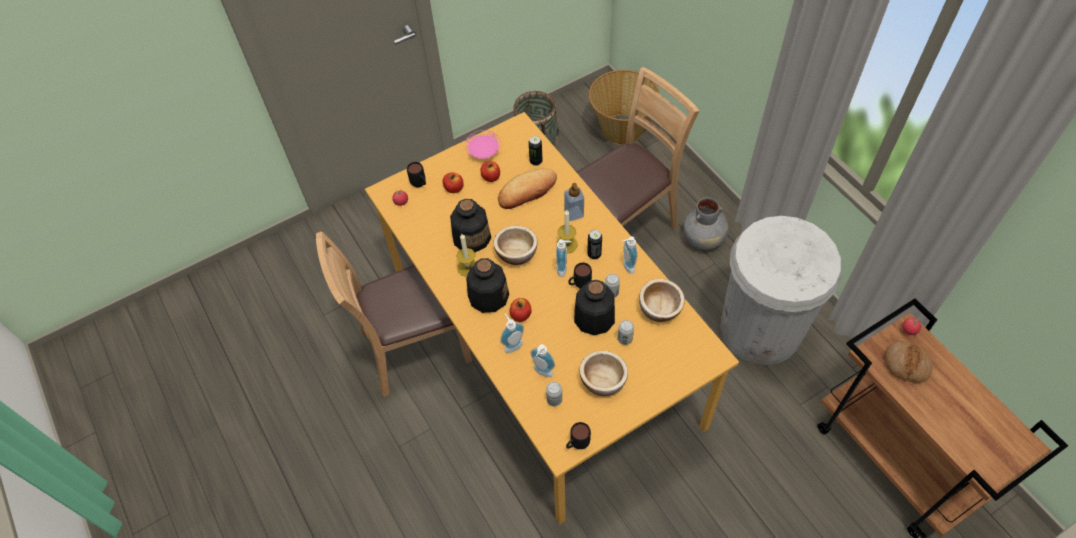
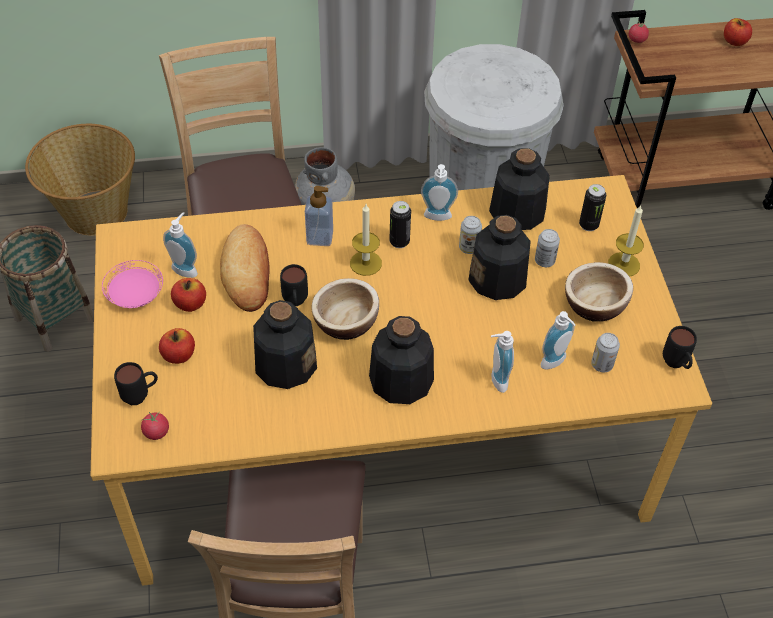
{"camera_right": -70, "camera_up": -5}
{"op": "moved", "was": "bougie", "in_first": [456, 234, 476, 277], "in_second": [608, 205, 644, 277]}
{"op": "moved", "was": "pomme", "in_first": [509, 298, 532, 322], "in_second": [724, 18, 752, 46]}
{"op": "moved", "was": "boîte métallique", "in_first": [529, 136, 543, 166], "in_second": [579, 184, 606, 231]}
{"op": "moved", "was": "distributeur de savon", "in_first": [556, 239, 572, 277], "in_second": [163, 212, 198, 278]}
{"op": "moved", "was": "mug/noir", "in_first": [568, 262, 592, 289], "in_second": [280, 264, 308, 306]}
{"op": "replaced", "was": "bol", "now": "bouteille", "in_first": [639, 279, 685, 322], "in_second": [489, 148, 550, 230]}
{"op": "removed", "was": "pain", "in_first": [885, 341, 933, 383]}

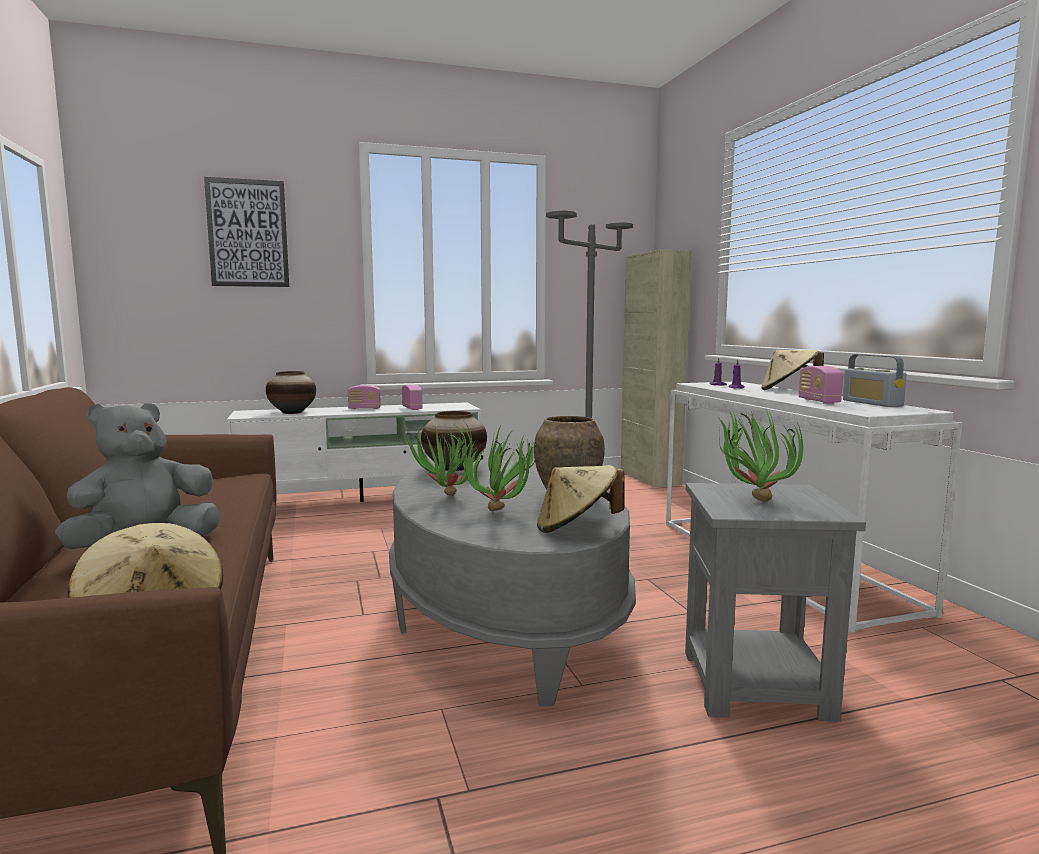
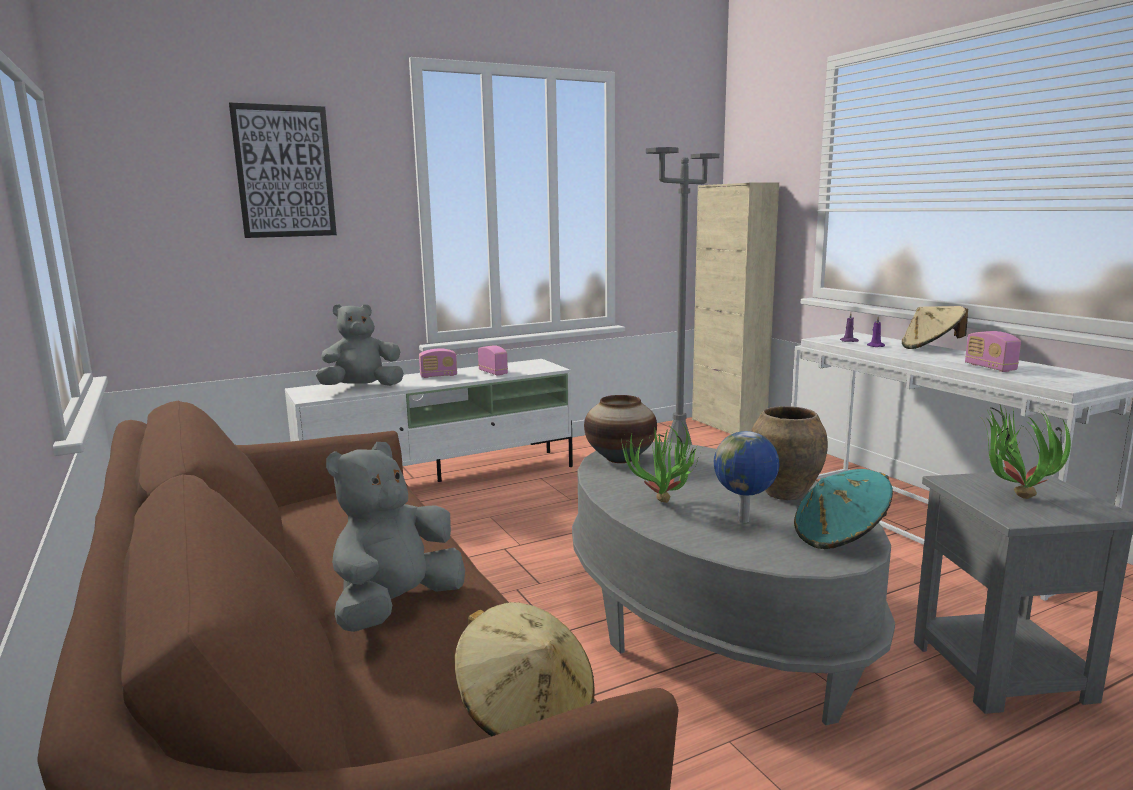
{"camera_right": -10, "camera_up": 5}
{"op": "replaced", "was": "vase", "now": "peluche/gris", "in_first": [266, 371, 316, 414], "in_second": [316, 304, 404, 386]}
{"op": "replaced", "was": "plante en pot", "now": "globe", "in_first": [465, 426, 537, 511], "in_second": [714, 431, 779, 523]}
{"op": "recoloured", "was": "chapeau/beige", "now": "chapeau/turquoise", "in_first": [537, 465, 625, 533], "in_second": [794, 469, 893, 549]}
{"op": "removed", "was": "radio", "in_first": [843, 354, 907, 407]}

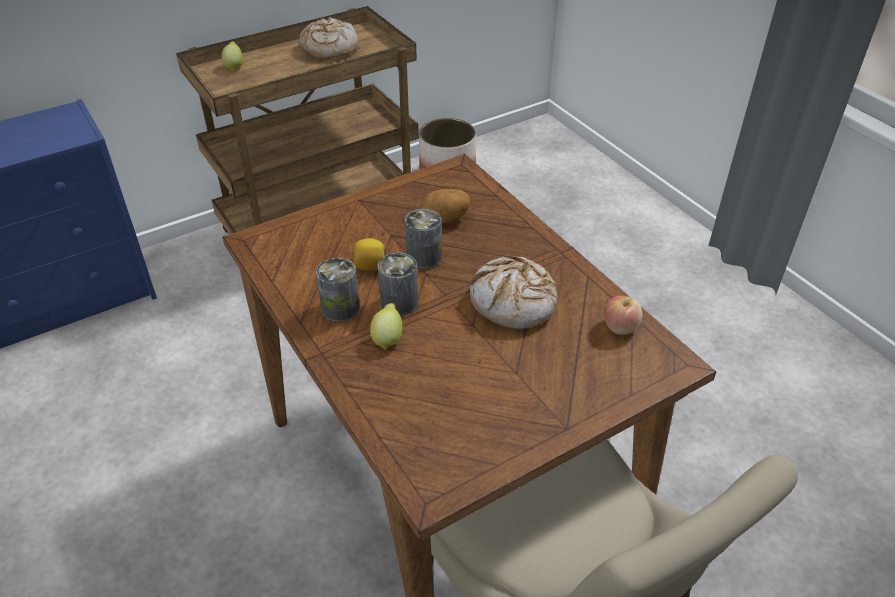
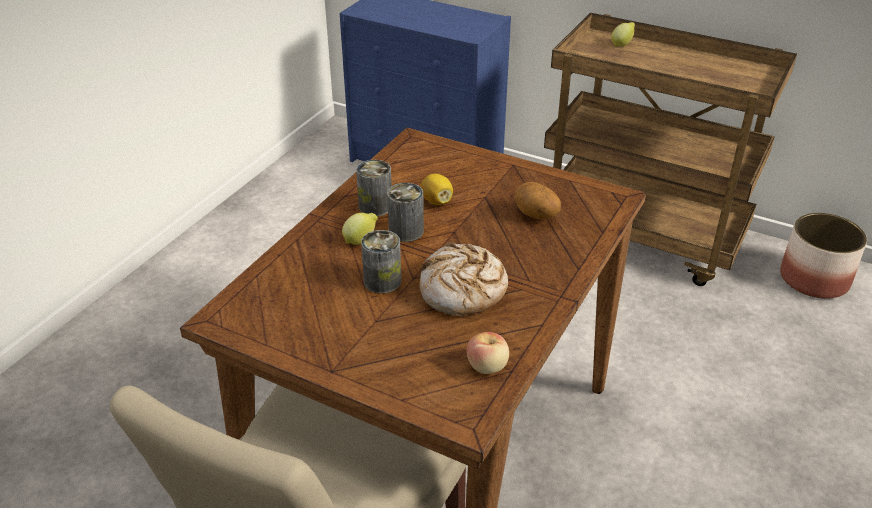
{"camera_right": 60, "camera_up": -5}
{"op": "removed", "was": "pain", "in_first": [299, 17, 359, 59]}
{"op": "moved", "was": "boîte métallique", "in_first": [405, 209, 442, 269], "in_second": [361, 230, 401, 294]}

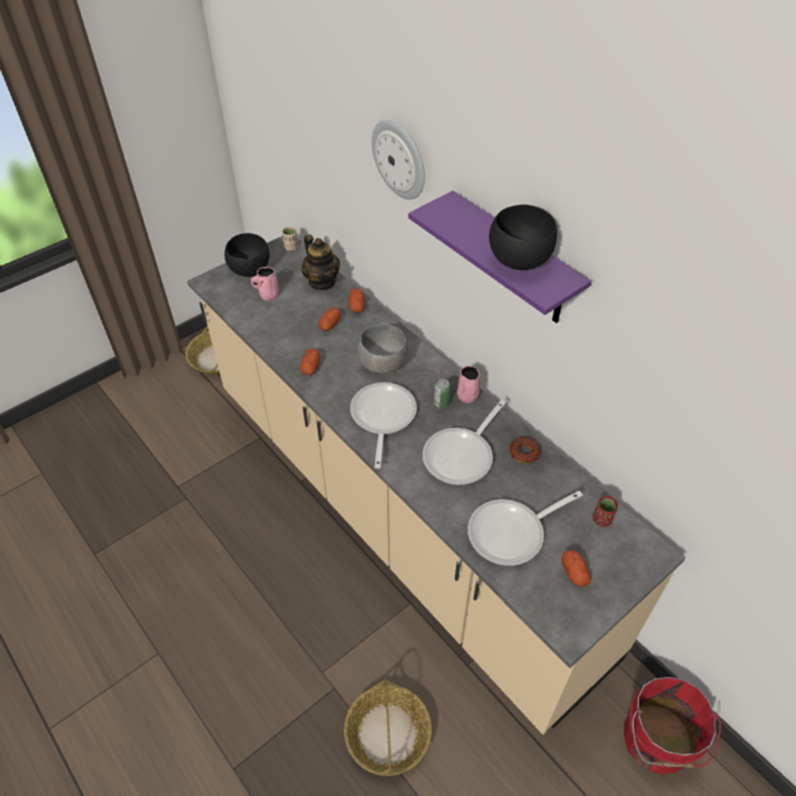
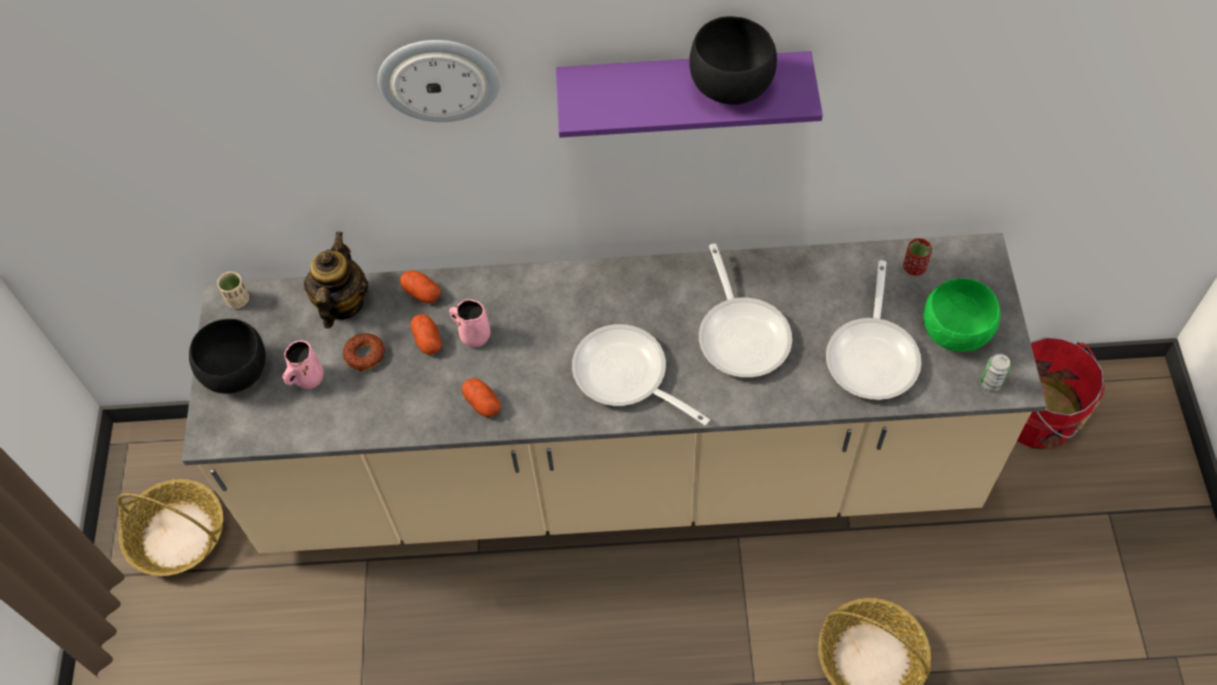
{"camera_right": -50, "camera_up": 10}
{"op": "turned", "was": "théière", "in_first": [302, 234, 340, 290], "in_second": [304, 232, 369, 328], "clockwise": -90}
{"op": "removed", "was": "bol/gris", "in_first": [357, 324, 408, 374]}
{"op": "moved", "was": "boîte métallique", "in_first": [434, 379, 451, 408], "in_second": [980, 354, 1011, 392]}
{"op": "moved", "was": "mug/rose", "in_first": [457, 365, 480, 403], "in_second": [449, 299, 491, 347]}
{"op": "moved", "was": "beignet", "in_first": [509, 437, 541, 463], "in_second": [343, 333, 385, 371]}
{"op": "replaced", "was": "pomme de terre", "now": "bol/vert", "in_first": [562, 550, 591, 587], "in_second": [924, 279, 1000, 352]}

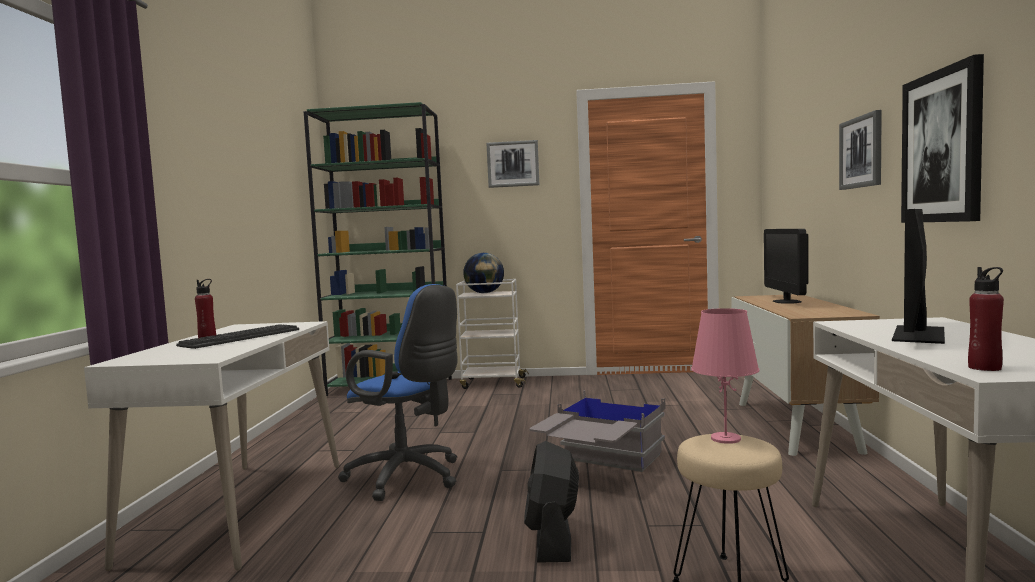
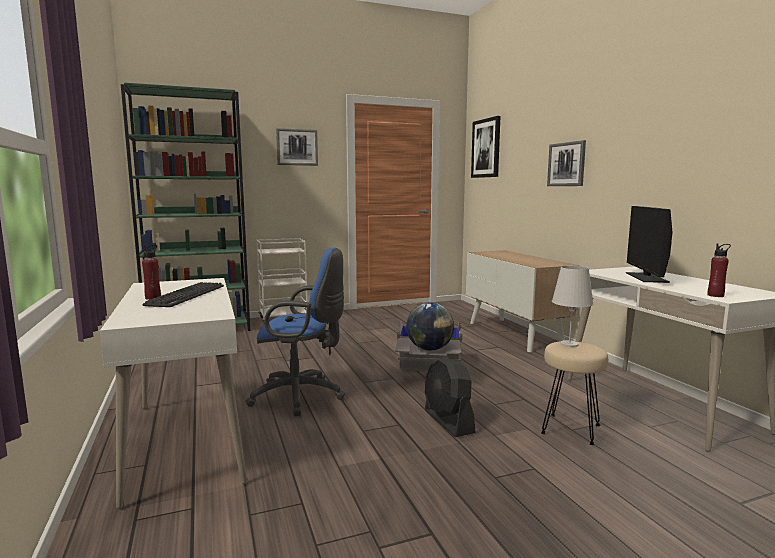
{"camera_right": -25, "camera_up": 5}
{"op": "moved", "was": "globe", "in_first": [463, 253, 504, 293], "in_second": [406, 302, 454, 350]}
{"op": "recoloured", "was": "lampe de table/rose", "now": "lampe de table/blanc", "in_first": [691, 308, 759, 444], "in_second": [552, 265, 594, 347]}
{"op": "removed", "was": "écran d'ordinateur", "in_first": [764, 229, 808, 304]}
{"op": "moved", "was": "tableau", "in_first": [901, 54, 984, 223], "in_second": [471, 116, 501, 178]}

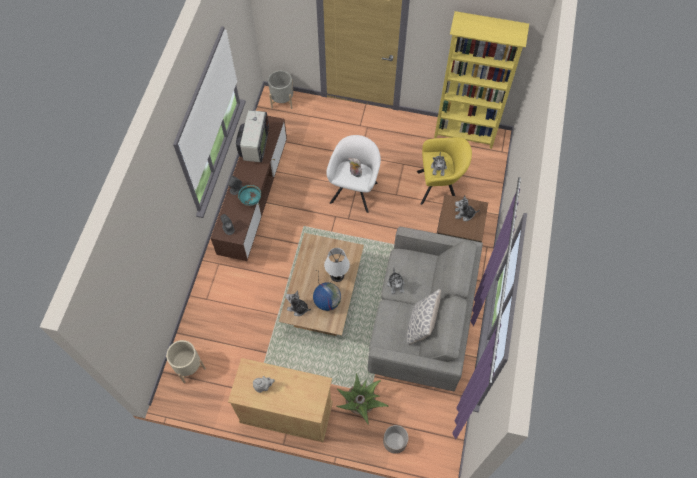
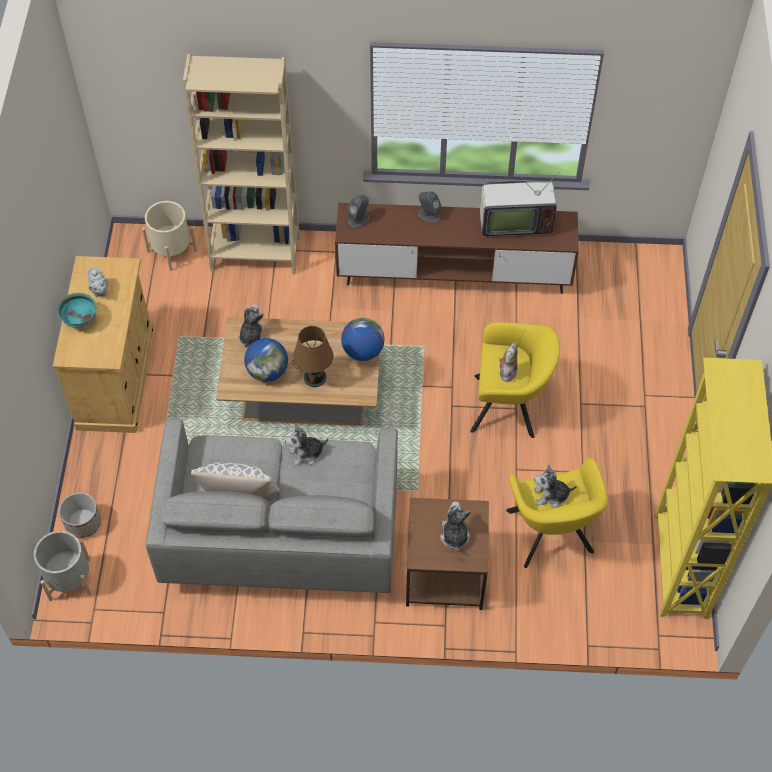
{"camera_right": 80, "camera_up": -5}
{"op": "moved", "was": "bol/turquoise", "in_first": [238, 185, 261, 206], "in_second": [58, 293, 96, 328]}
{"op": "moved", "was": "cache-pot/gris", "in_first": [268, 70, 294, 109], "in_second": [34, 531, 92, 601]}
{"op": "recoloured", "was": "lampe de table/blanc", "now": "lampe de table/marron", "in_first": [316, 248, 350, 283], "in_second": [292, 326, 333, 387]}
{"op": "recoloured", "was": "fauteuil/blanc", "now": "fauteuil/jaune", "in_first": [326, 135, 381, 213], "in_second": [470, 322, 560, 438]}
{"op": "removed", "was": "plante en pot", "in_first": [336, 373, 388, 425]}
{"op": "added", "now": "bibliothèque/beige", "in_second": [183, 54, 300, 274]}
{"op": "added", "now": "globe", "in_second": [341, 318, 385, 361]}

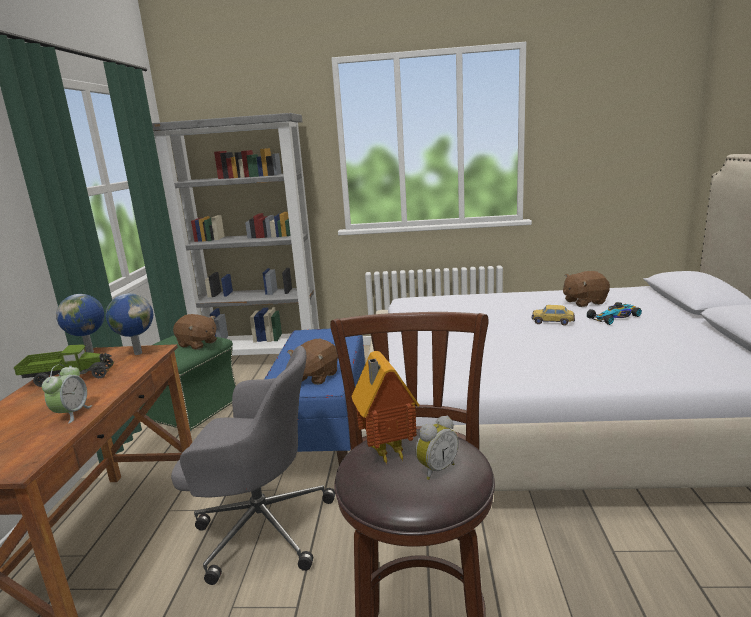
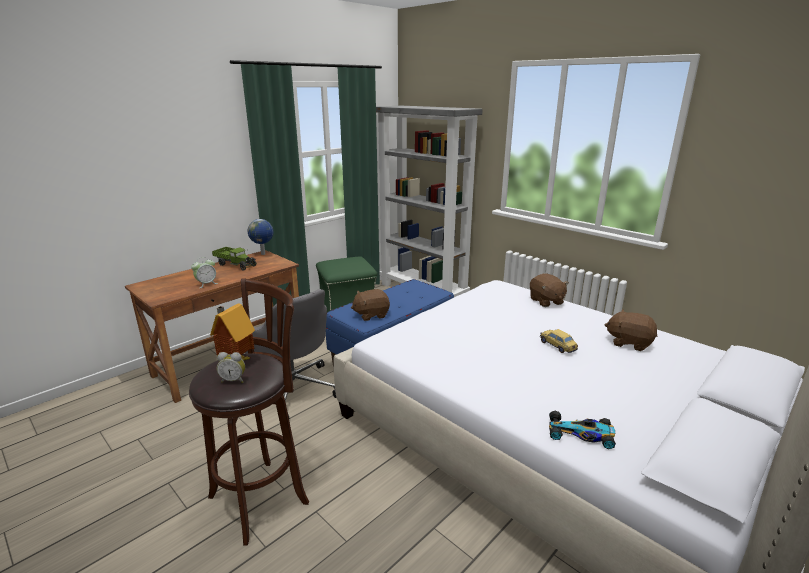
{"camera_right": 40, "camera_up": 5}
{"op": "removed", "was": "globe", "in_first": [106, 293, 153, 355]}
{"op": "moved", "was": "peluche/marron", "in_first": [173, 314, 217, 350], "in_second": [530, 273, 569, 307]}
{"op": "moved", "was": "petite voiture", "in_first": [587, 302, 642, 325], "in_second": [549, 411, 616, 449]}

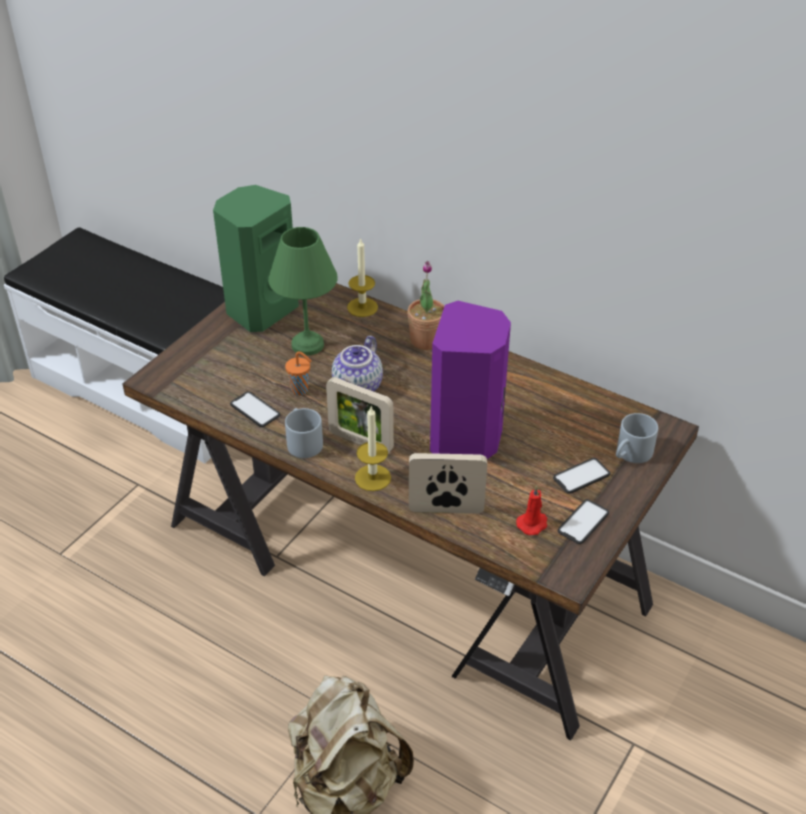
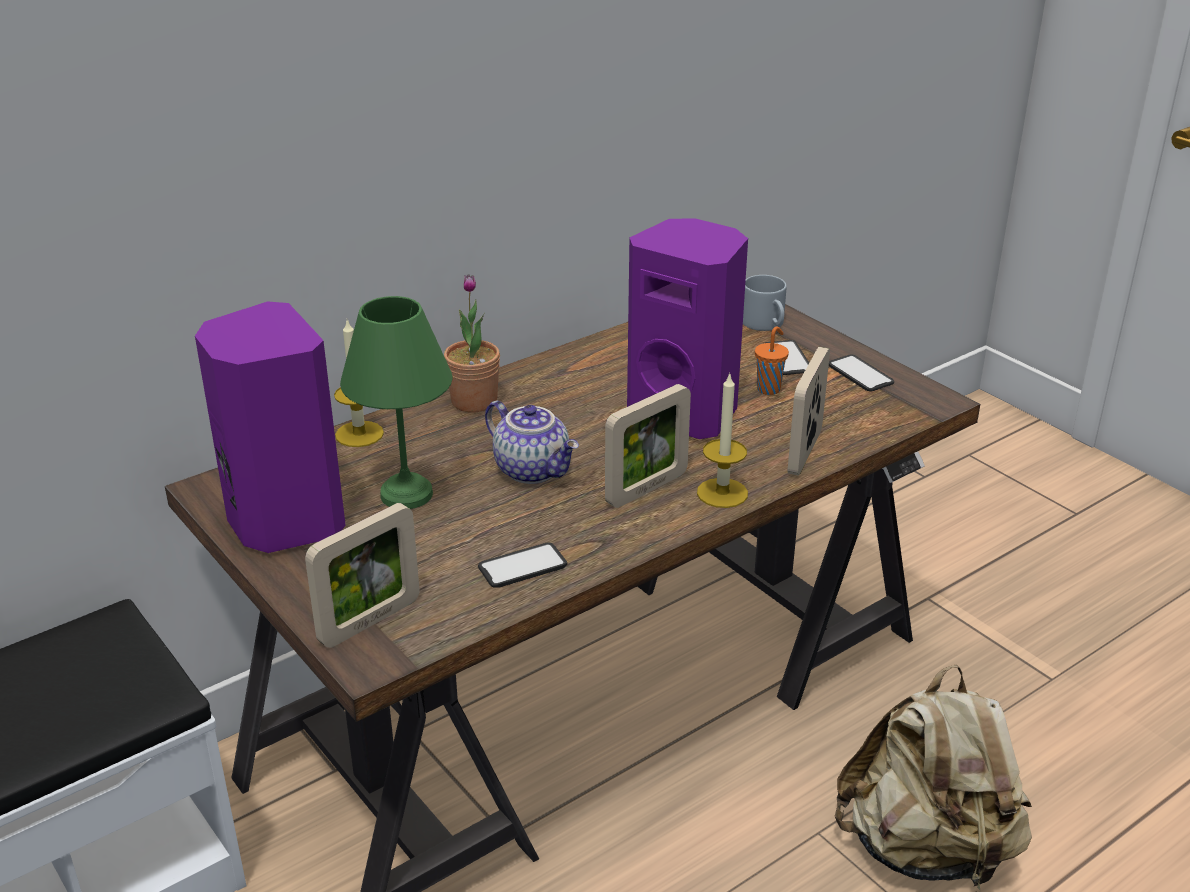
{"camera_right": -70, "camera_up": -10}
{"op": "recoloured", "was": "enceinte/vert", "now": "enceinte/violet", "in_first": [213, 185, 299, 332], "in_second": [195, 301, 346, 553]}
{"op": "moved", "was": "tasse/orange", "in_first": [285, 351, 311, 395], "in_second": [755, 326, 789, 395]}
{"op": "removed", "was": "mug/gris", "in_first": [285, 408, 323, 458]}
{"op": "removed", "was": "bougie/rouge", "in_first": [516, 485, 547, 535]}
{"op": "added", "now": "cadre photo", "in_second": [305, 503, 420, 648]}

